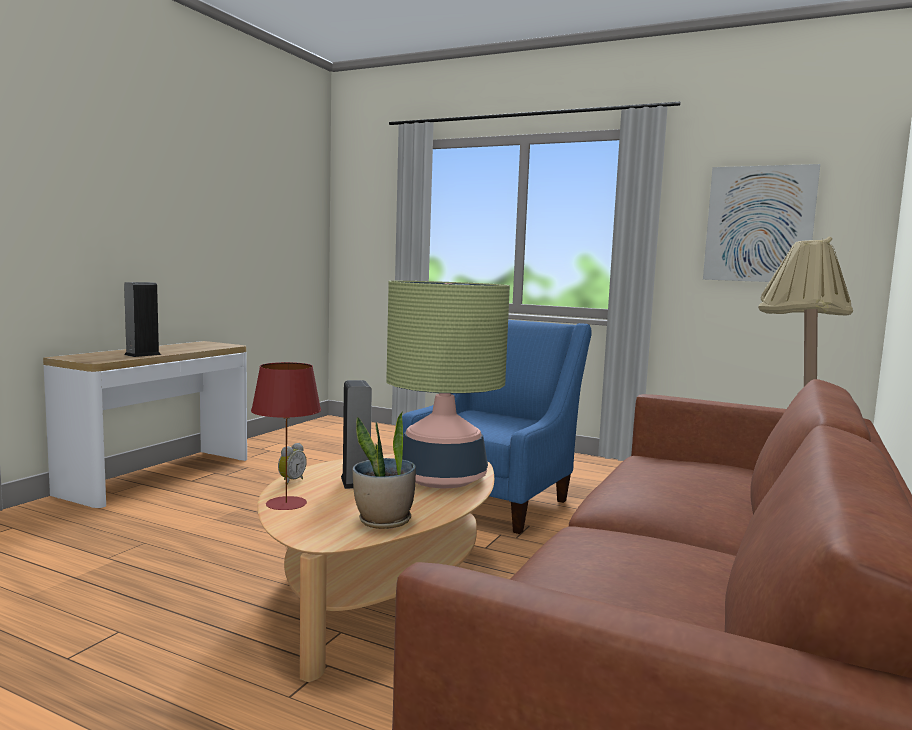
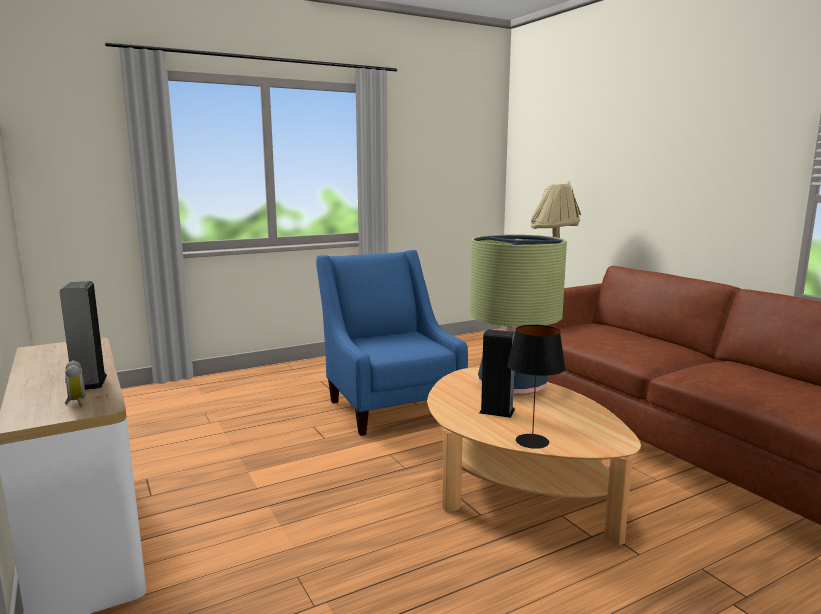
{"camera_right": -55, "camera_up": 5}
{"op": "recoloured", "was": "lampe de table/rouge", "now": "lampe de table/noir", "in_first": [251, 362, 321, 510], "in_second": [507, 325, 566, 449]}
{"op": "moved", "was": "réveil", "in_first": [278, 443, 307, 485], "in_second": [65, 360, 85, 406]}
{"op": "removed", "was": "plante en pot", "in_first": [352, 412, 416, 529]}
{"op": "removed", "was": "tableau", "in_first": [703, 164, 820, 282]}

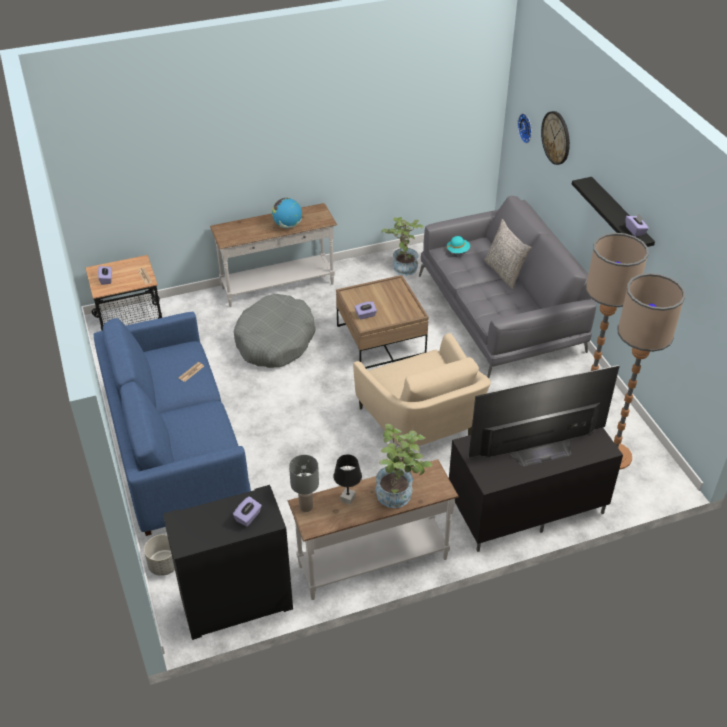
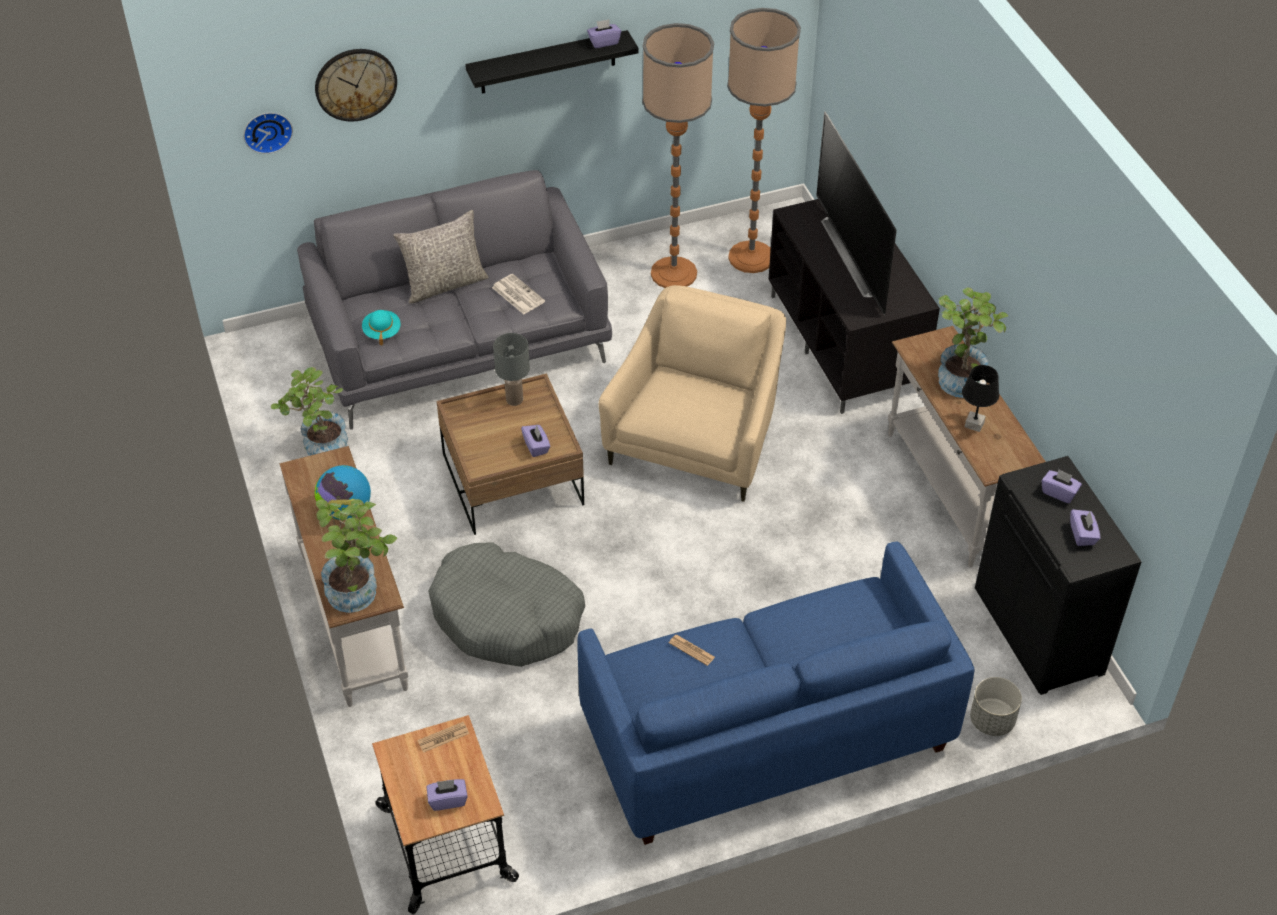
{"camera_right": -90, "camera_up": 5}
{"op": "moved", "was": "lampe de table/gris", "in_first": [289, 455, 319, 512], "in_second": [493, 333, 530, 406]}
{"op": "turned", "was": "fauteuil/beige", "in_first": [353, 333, 491, 446], "in_second": [599, 285, 786, 502], "clockwise": -45}
{"op": "added", "now": "plante en pot", "in_second": [316, 499, 397, 613]}
{"op": "added", "now": "journal", "in_second": [492, 274, 545, 314]}
{"op": "added", "now": "boîte à mouchoirs/violet", "in_second": [1070, 509, 1100, 546]}

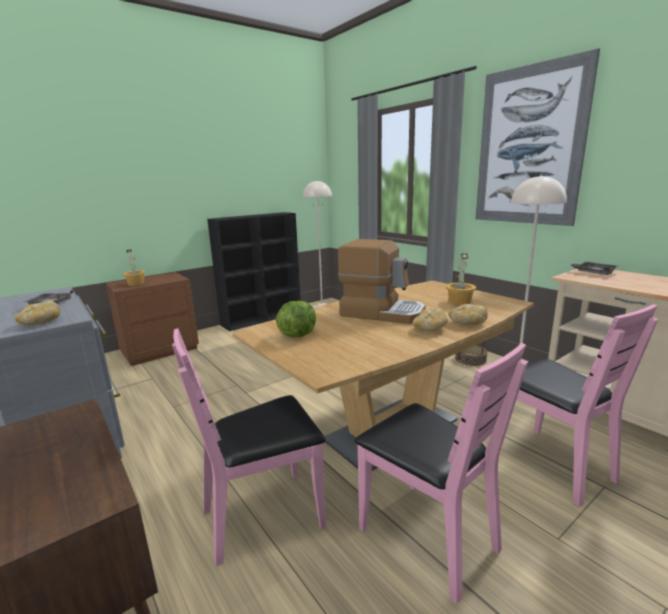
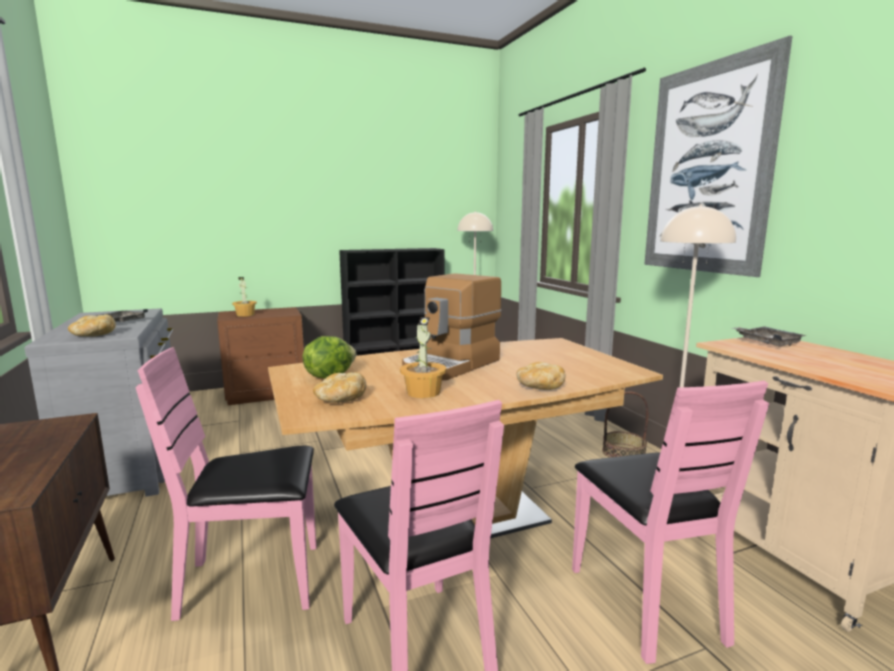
{"camera_right": 15, "camera_up": -5}
{"op": "turned", "was": "machine à café", "in_first": [338, 239, 426, 324], "in_second": [402, 273, 501, 380], "clockwise": 90}
{"op": "moved", "was": "pain", "in_first": [412, 308, 448, 331], "in_second": [313, 372, 366, 403]}
{"op": "moved", "was": "plante en pot", "in_first": [446, 253, 476, 305], "in_second": [400, 317, 447, 398]}

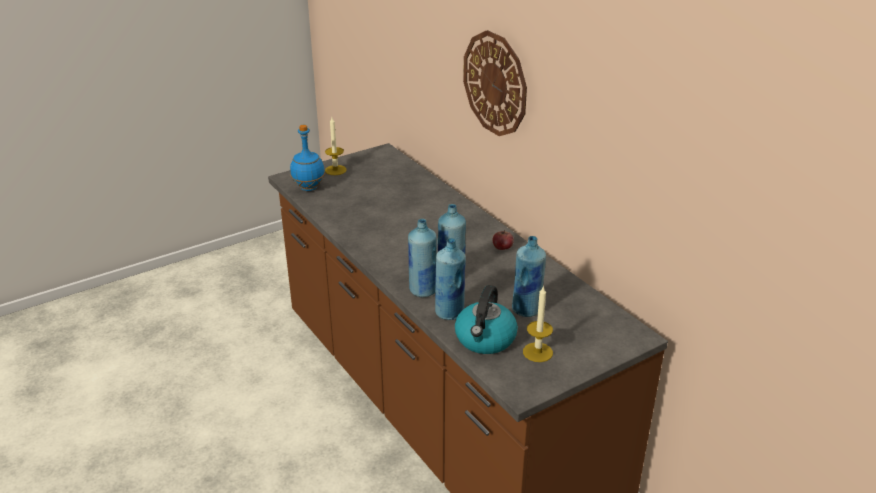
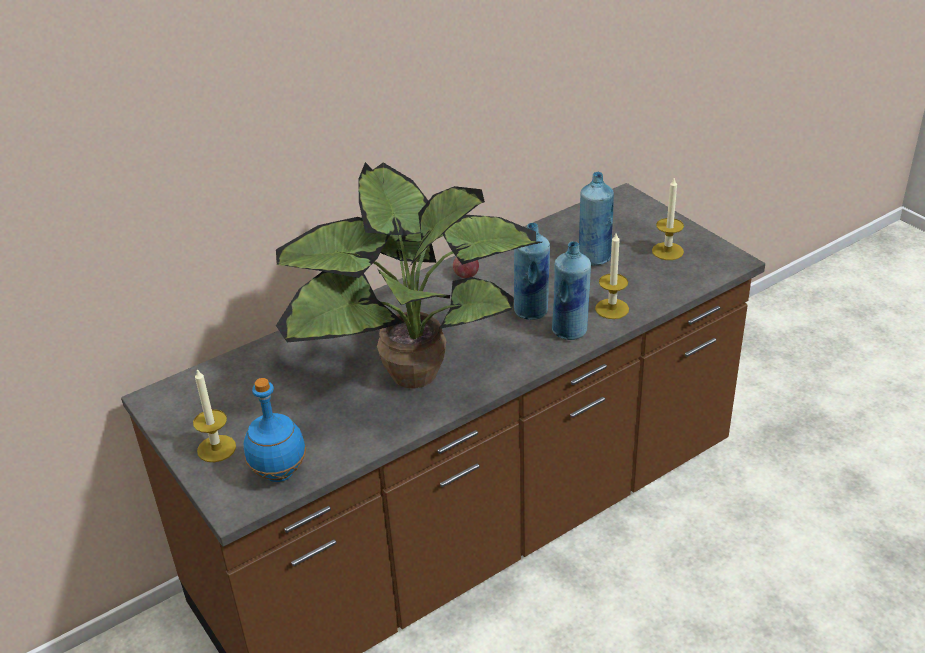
{"camera_right": -90, "camera_up": 5}
{"op": "replaced", "was": "bouteille/bleu", "now": "bougie", "in_first": [435, 238, 466, 320], "in_second": [595, 233, 629, 319]}
{"op": "removed", "was": "bouilloire", "in_first": [455, 285, 518, 354]}
{"op": "removed", "was": "horloge murale", "in_first": [463, 30, 527, 136]}
{"op": "added", "now": "plante en pot", "in_second": [267, 162, 542, 389]}

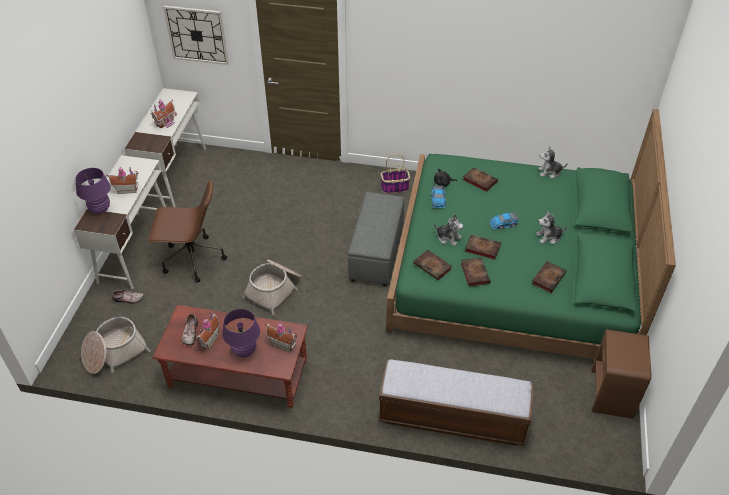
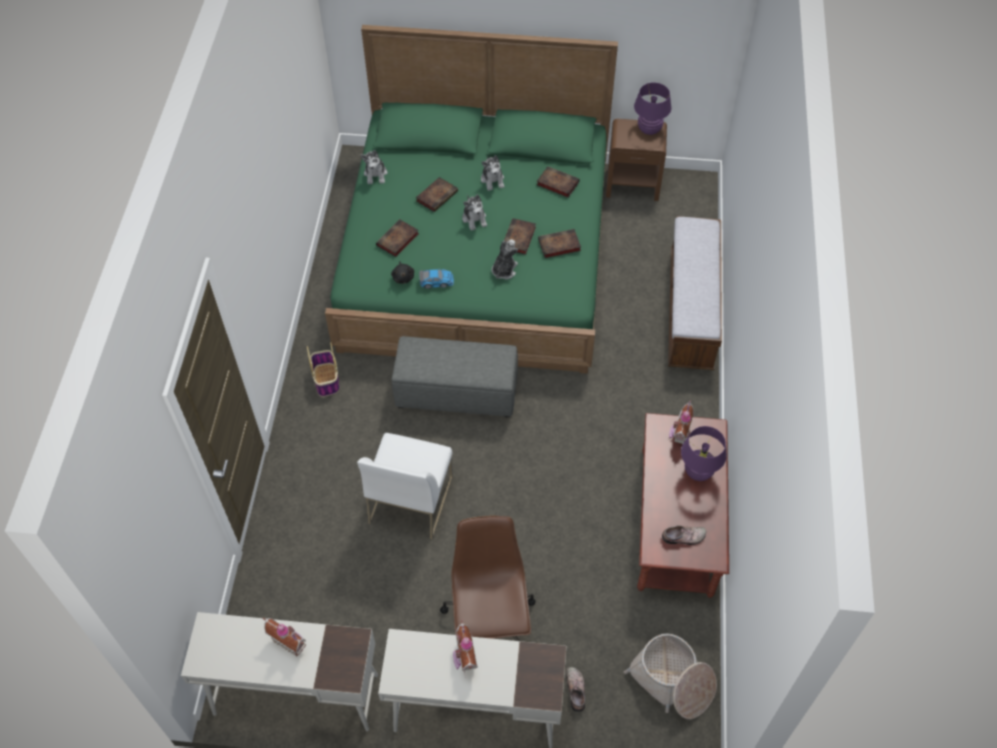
{"camera_right": -95, "camera_up": 10}
{"op": "moved", "was": "lampe de table/violet", "in_first": [75, 168, 111, 214], "in_second": [634, 82, 671, 135]}
{"op": "removed", "was": "horloge murale", "in_first": [163, 6, 229, 65]}
{"op": "removed", "was": "maison miniature", "in_first": [196, 312, 220, 349]}
{"op": "removed", "was": "panier", "in_first": [242, 259, 302, 315]}
{"op": "moved", "was": "livre", "in_first": [413, 250, 452, 280], "in_second": [416, 177, 458, 212]}
{"op": "replaced", "was": "petite voiture", "now": "peluche", "in_first": [489, 212, 519, 230], "in_second": [462, 195, 487, 231]}
{"op": "added", "now": "chaise/blanc", "in_second": [357, 433, 453, 540]}

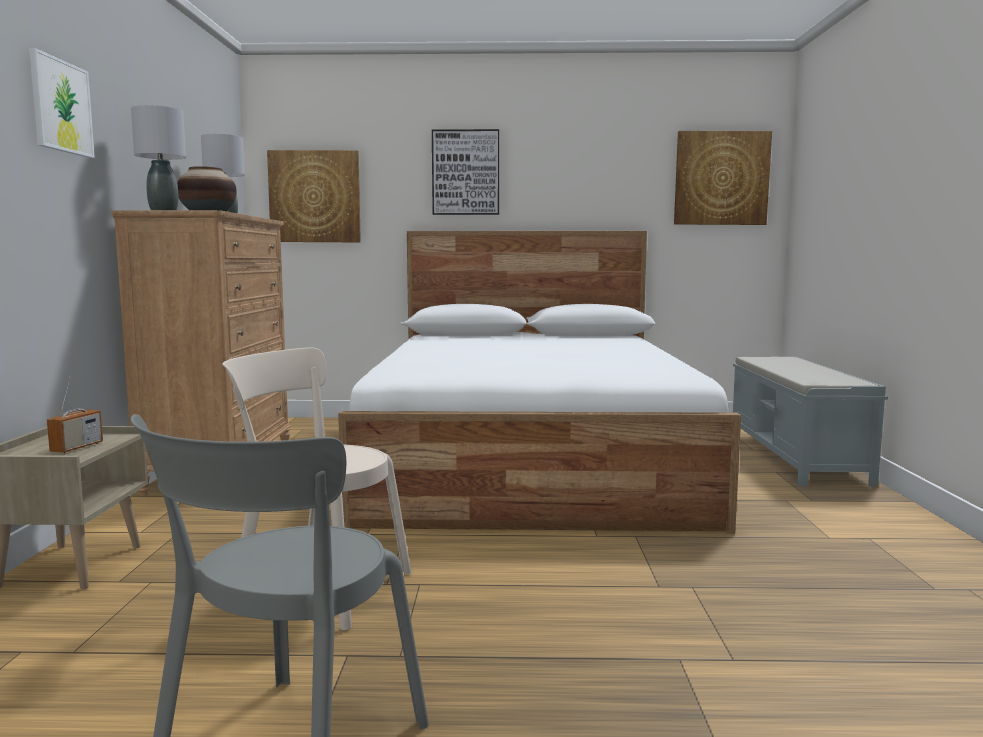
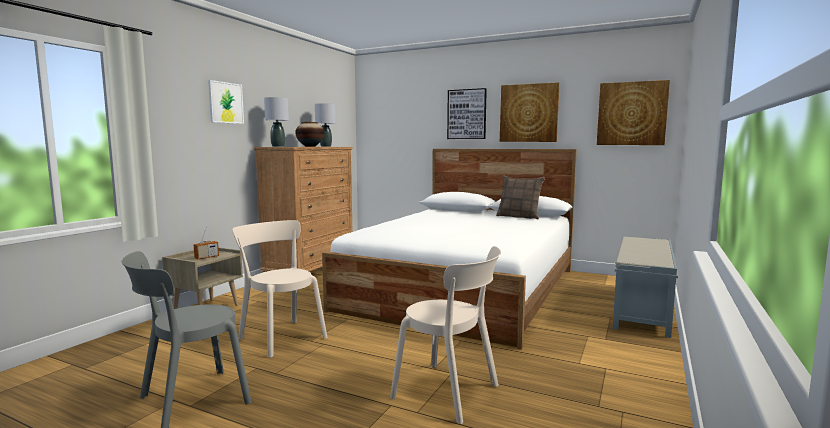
{"camera_right": 25, "camera_up": 0}
{"op": "moved", "was": "tableau", "in_first": [267, 150, 361, 242], "in_second": [500, 82, 560, 142]}
{"op": "added", "now": "chaise/beige", "in_second": [390, 246, 501, 424]}
{"op": "added", "now": "coussin", "in_second": [496, 175, 545, 219]}

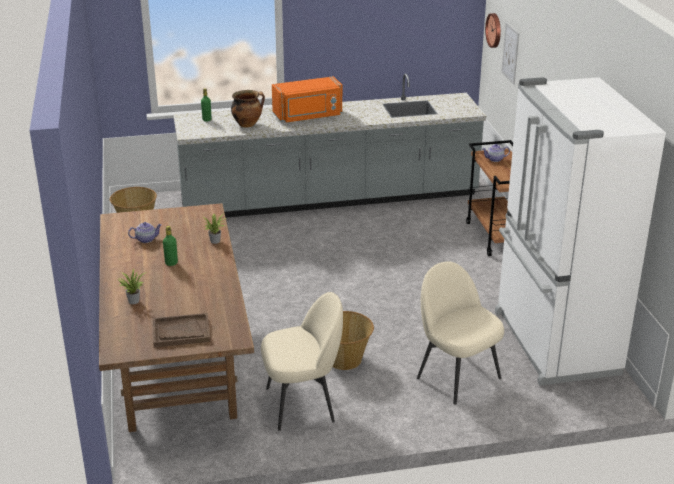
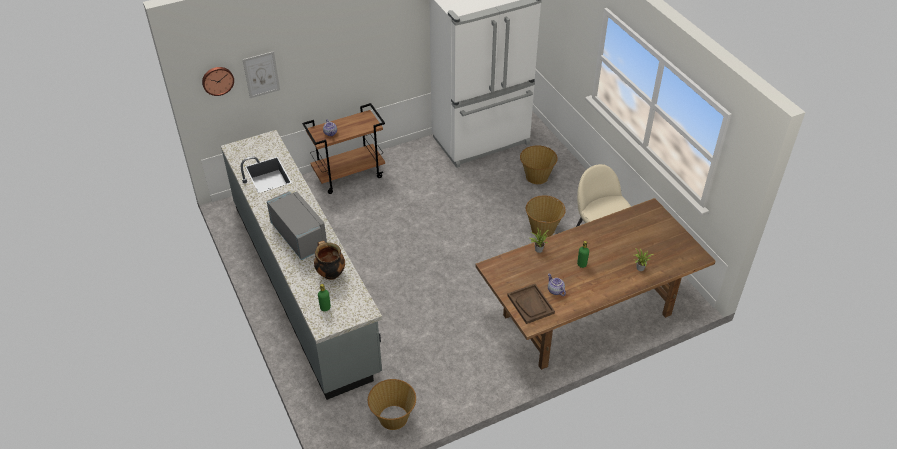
{"camera_right": -105, "camera_up": 15}
{"op": "moved", "was": "plateau/marron", "in_first": [153, 313, 211, 347], "in_second": [507, 284, 555, 324]}
{"op": "recoloured", "was": "micro-ondes/orange", "now": "micro-ondes/gris", "in_first": [272, 76, 342, 122], "in_second": [267, 191, 327, 260]}
{"op": "replaced", "was": "chaise/beige", "now": "panier", "in_first": [417, 261, 504, 405], "in_second": [520, 145, 558, 184]}

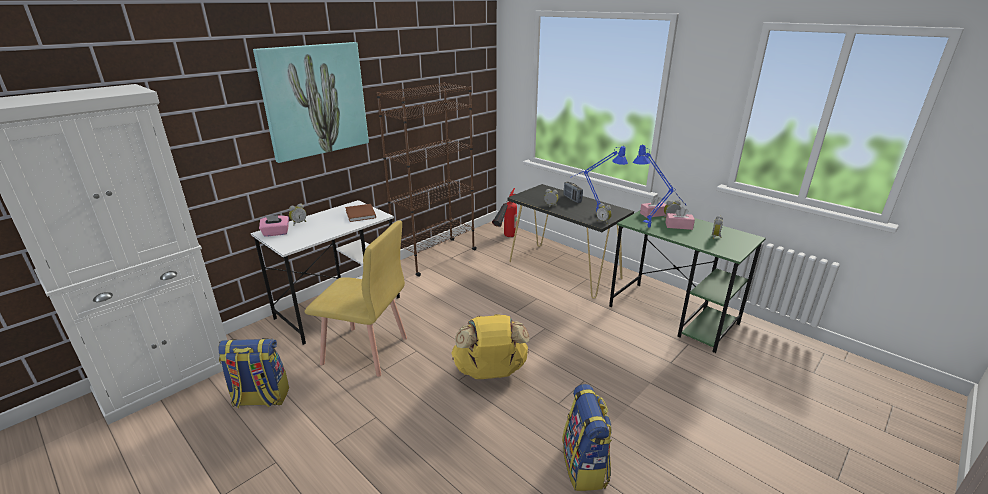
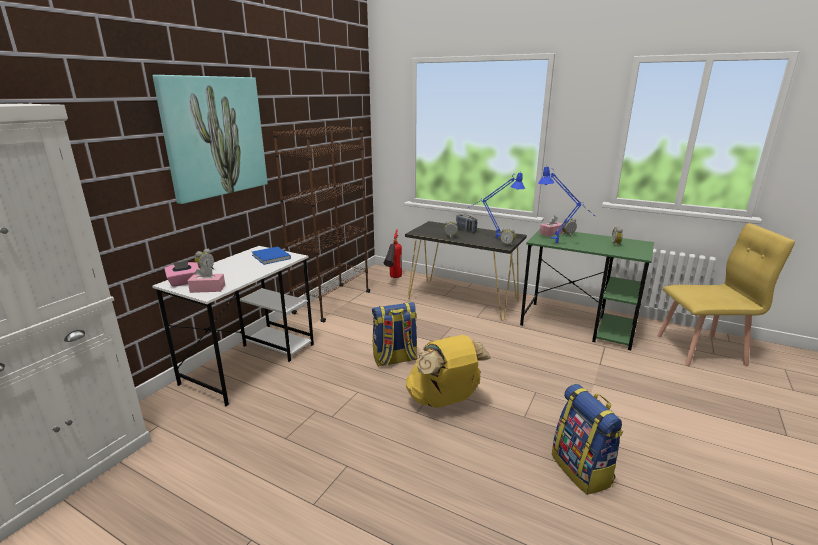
{"camera_right": -15, "camera_up": -5}
{"op": "moved", "was": "sac à dos", "in_first": [218, 338, 289, 408], "in_second": [372, 302, 418, 367]}
{"op": "moved", "was": "chaise/jaune", "in_first": [304, 221, 407, 377], "in_second": [657, 223, 795, 366]}
{"op": "recoloured", "was": "livre/marron", "now": "livre/bleu", "in_first": [345, 204, 376, 222], "in_second": [252, 247, 291, 265]}
{"op": "moved", "was": "boîte à mouchoirs/rose", "in_first": [665, 207, 695, 230], "in_second": [188, 265, 225, 293]}

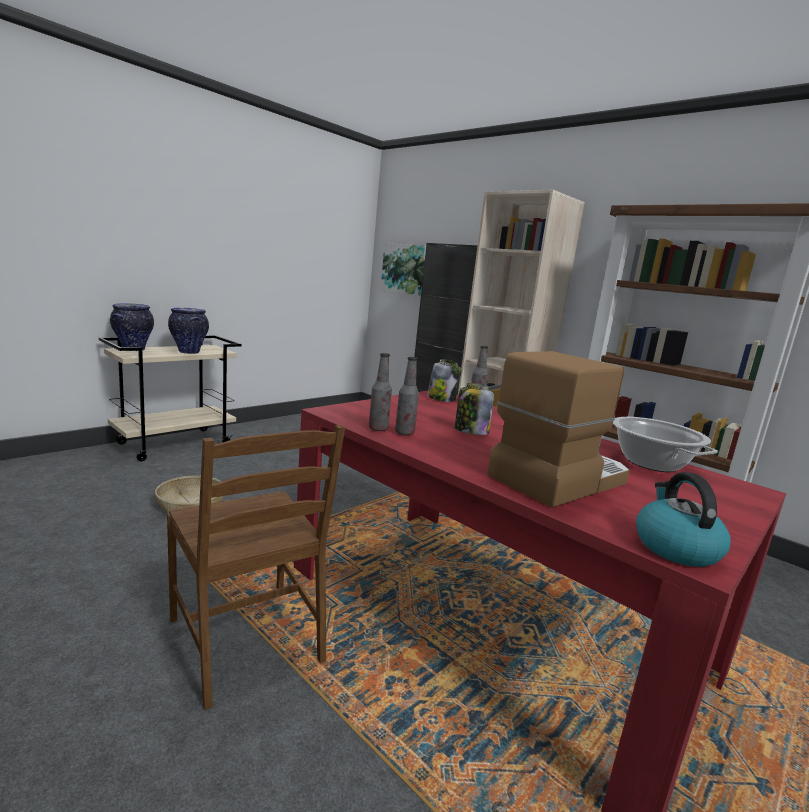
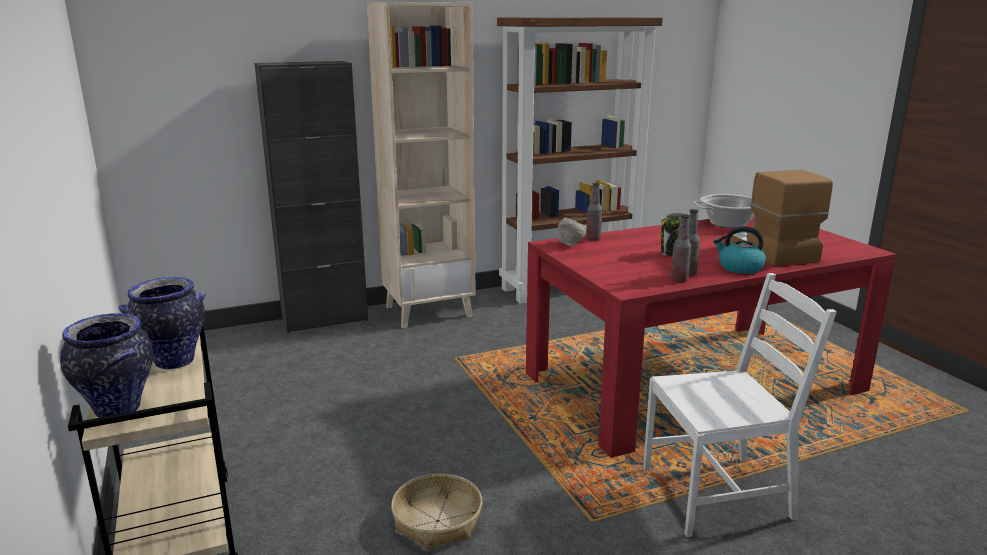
{"camera_right": -65, "camera_up": 5}
{"op": "recoloured", "was": "chaise/marron", "now": "chaise/blanc", "in_first": [167, 425, 345, 710], "in_second": [643, 273, 837, 537]}
{"op": "removed", "was": "tableau", "in_first": [381, 243, 426, 296]}
{"op": "replaced", "was": "bocal", "now": "bol/gris", "in_first": [427, 360, 462, 402], "in_second": [558, 218, 586, 247]}
{"op": "moved", "was": "bouilloire", "in_first": [636, 472, 731, 567], "in_second": [714, 226, 766, 274]}

